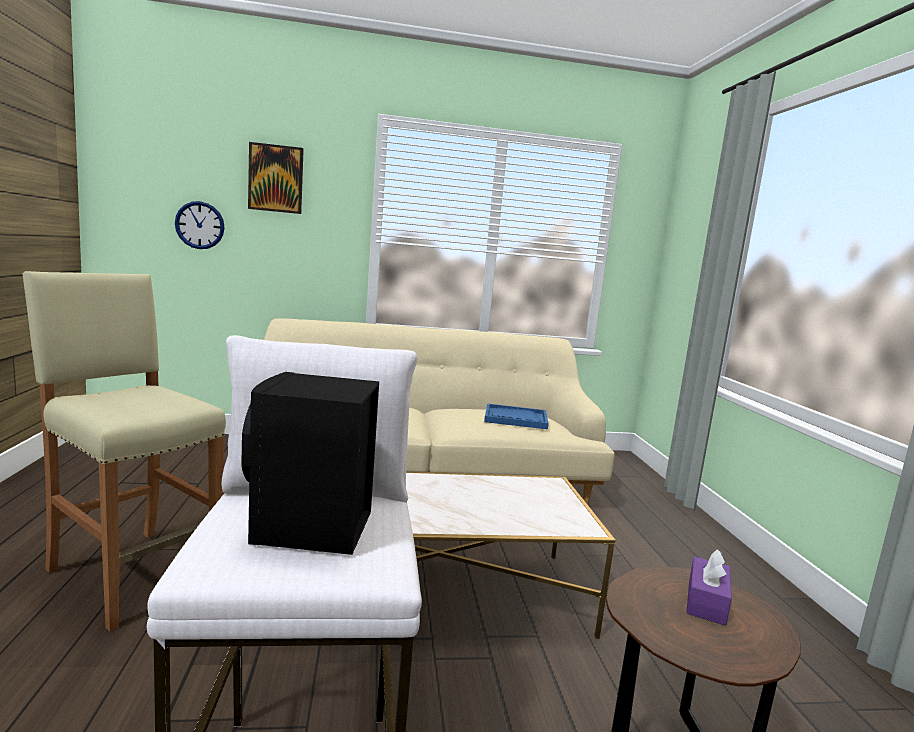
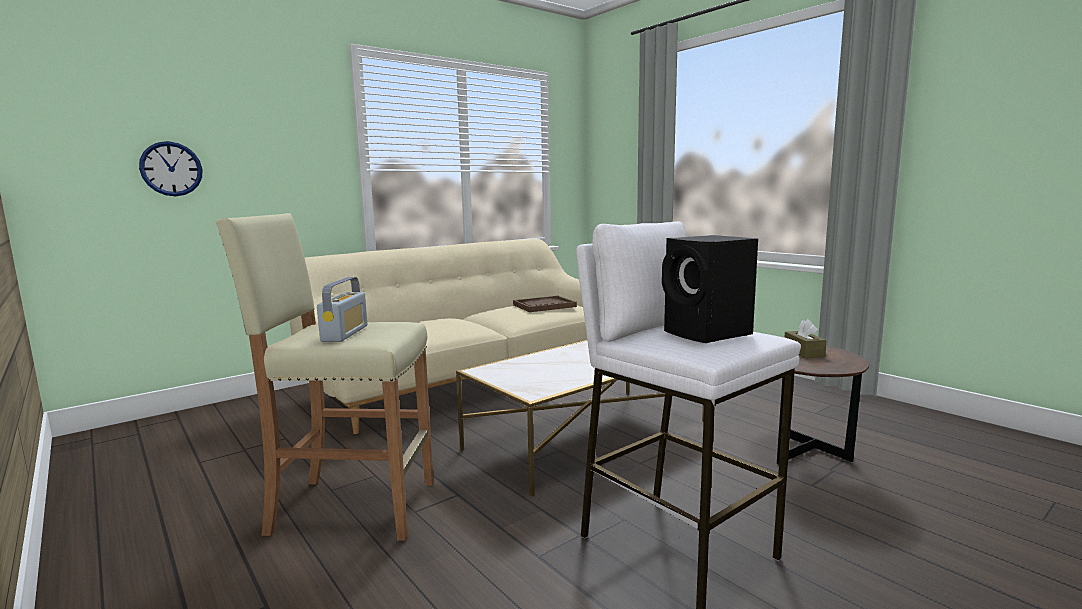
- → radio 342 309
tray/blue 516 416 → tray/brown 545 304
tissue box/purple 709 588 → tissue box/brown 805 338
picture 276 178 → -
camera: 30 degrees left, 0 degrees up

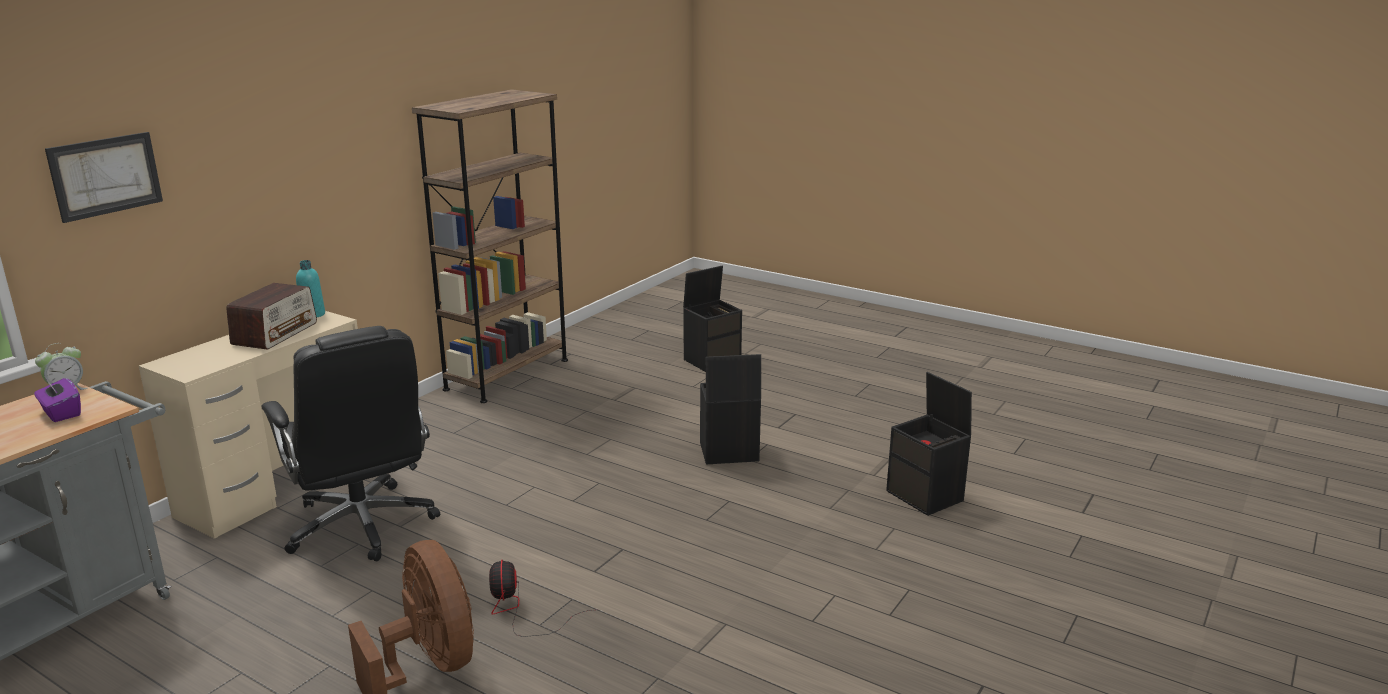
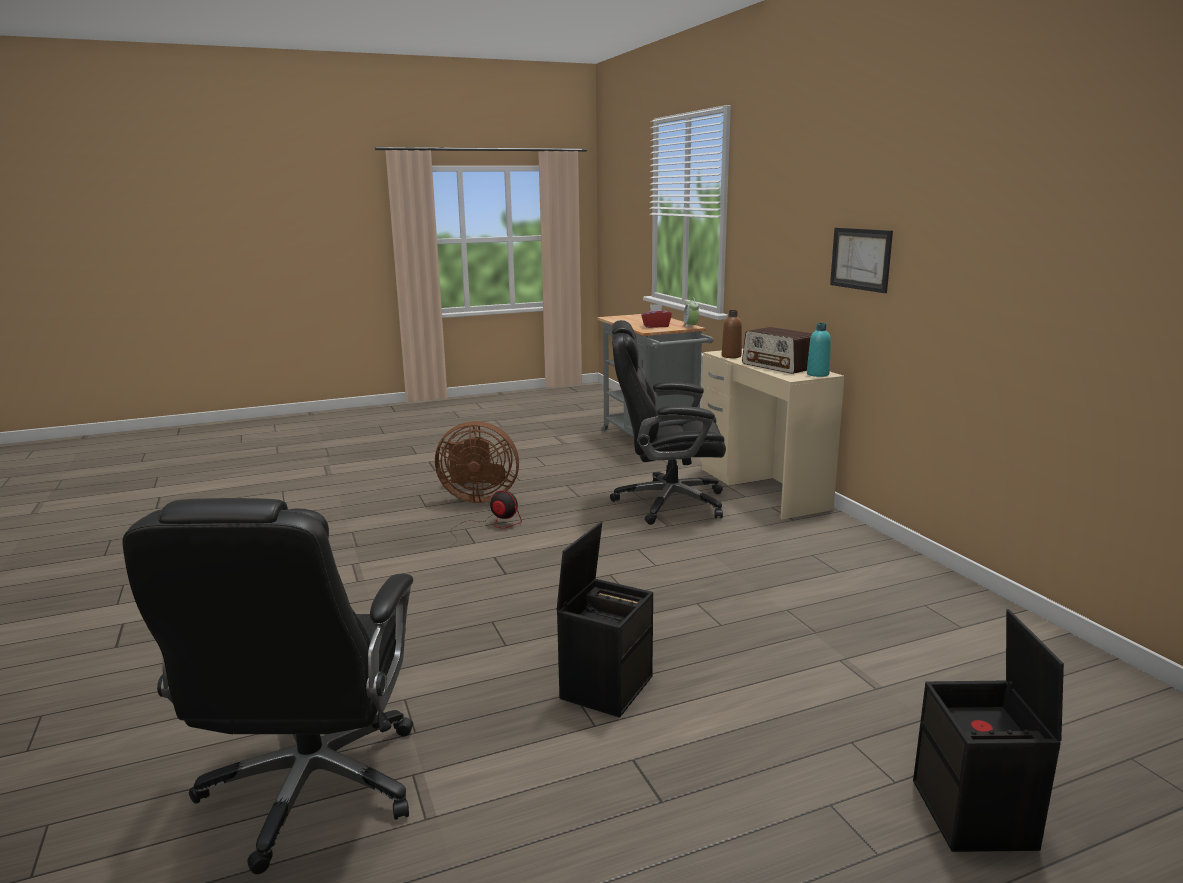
storage box/black 929 444 → office chair/black 267 686
tissue box/purple 57 399 → tissue box/red 656 316
- → bottle/brown 732 334
picture 104 177 → picture 861 260, relocated
bookcase/brown 490 246 → -
camera: 125 degrees right, 5 degrees down

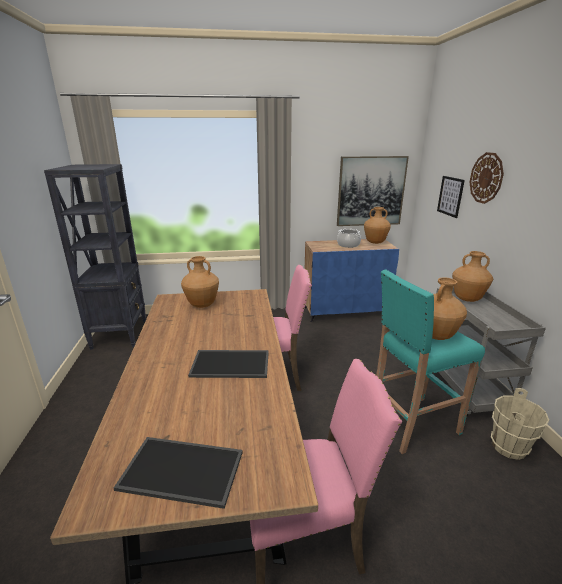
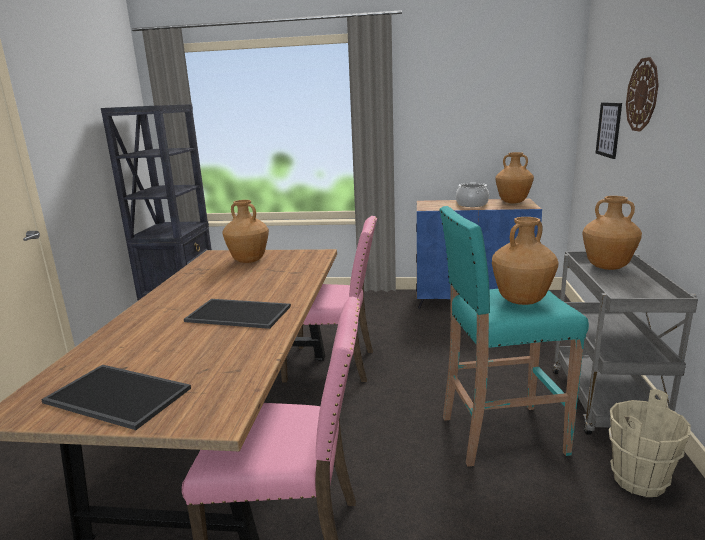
picture 373 191 → -
camera: 15 degrees right, 5 degrees down

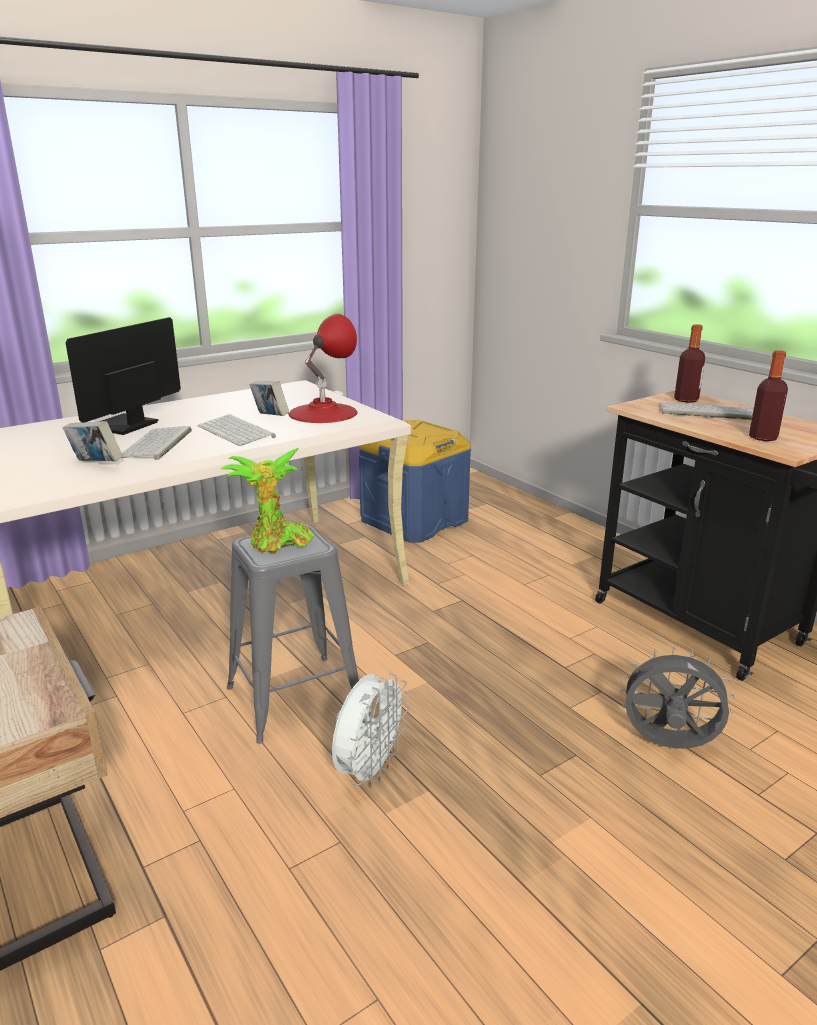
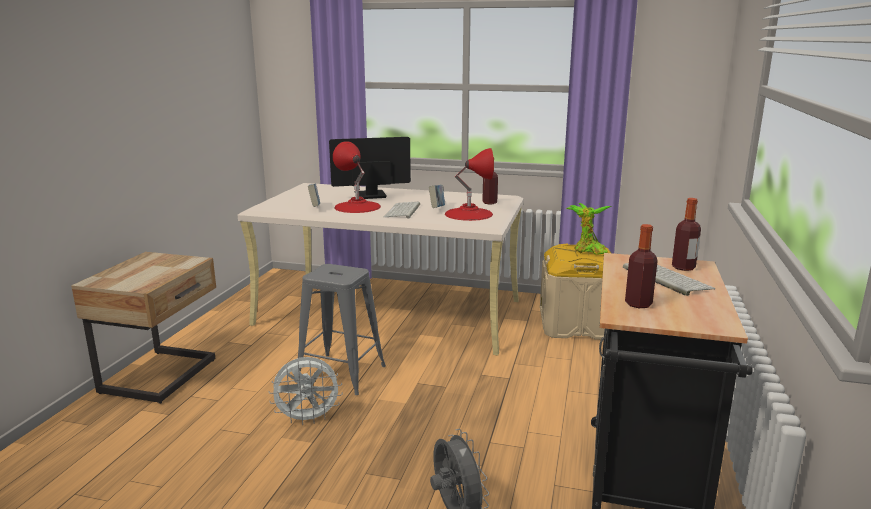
keyboard 157 443 → table lamp/red 357 177
- → bottle 490 180
storage box/blue 415 481 → storage box/beige 575 292
potted plant 267 501 → potted plant 589 229, relocated
camera: 50 degrees right, 5 degrees down

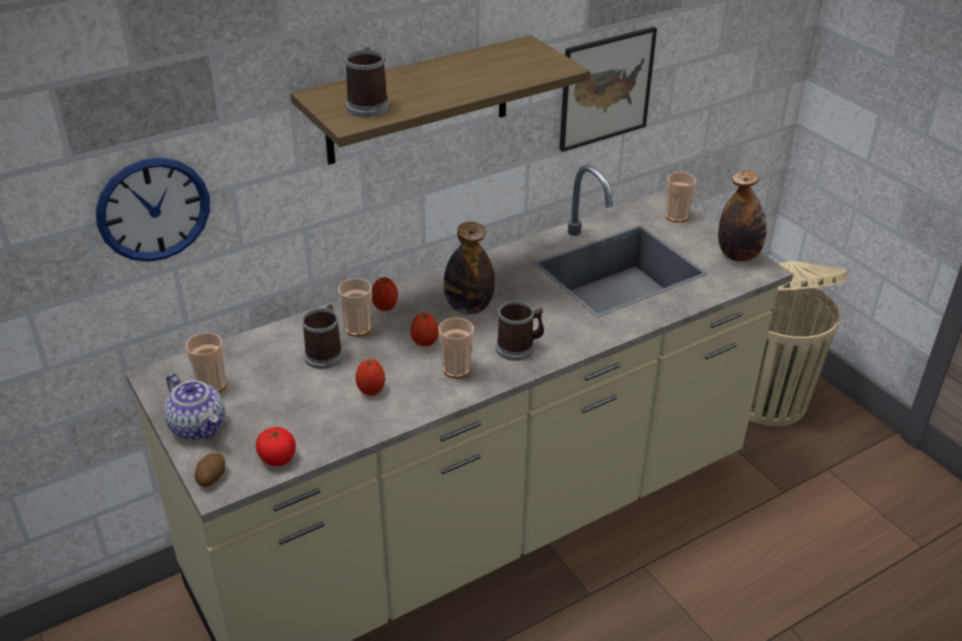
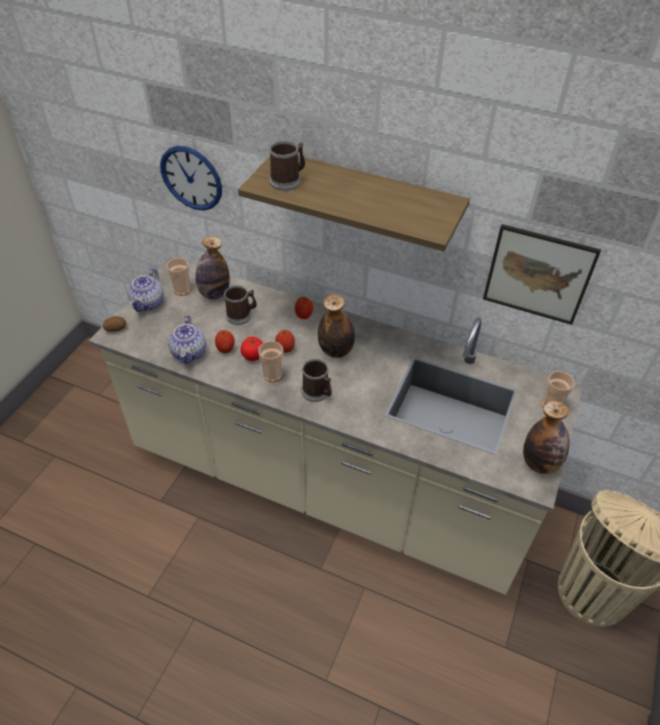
- → teapot 187 339
- → bottle 212 267
tomato 276 446 → tomato 252 349, relocated
cup 355 307 → -
camera: 55 degrees right, 10 degrees up

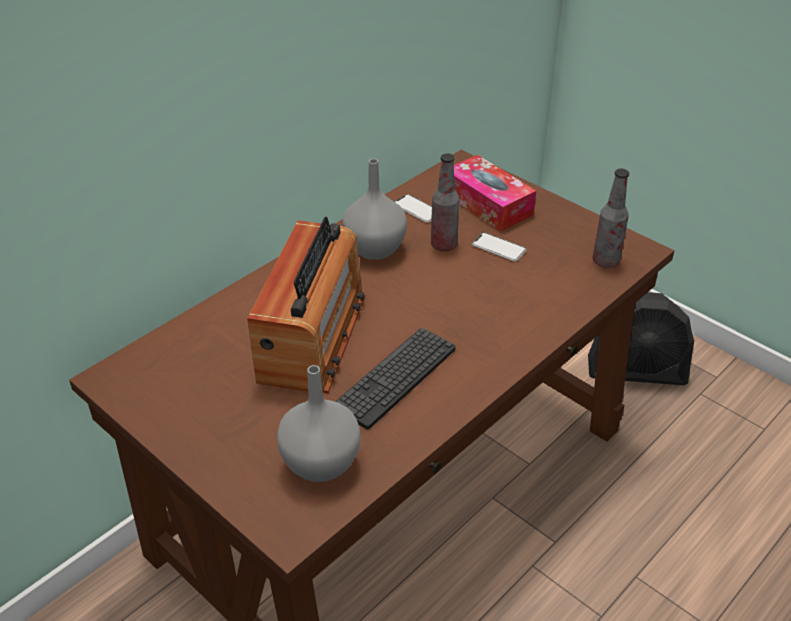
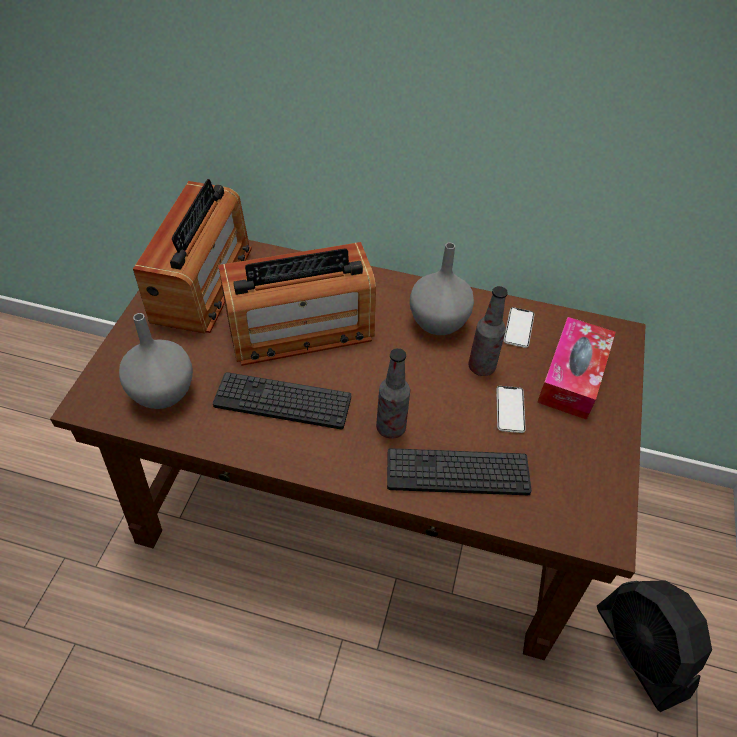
- → radio 192 256
bottle 611 218 → bottle 393 393, relocated
- → keyboard 459 471
camera: 60 degrees right, 10 degrees up

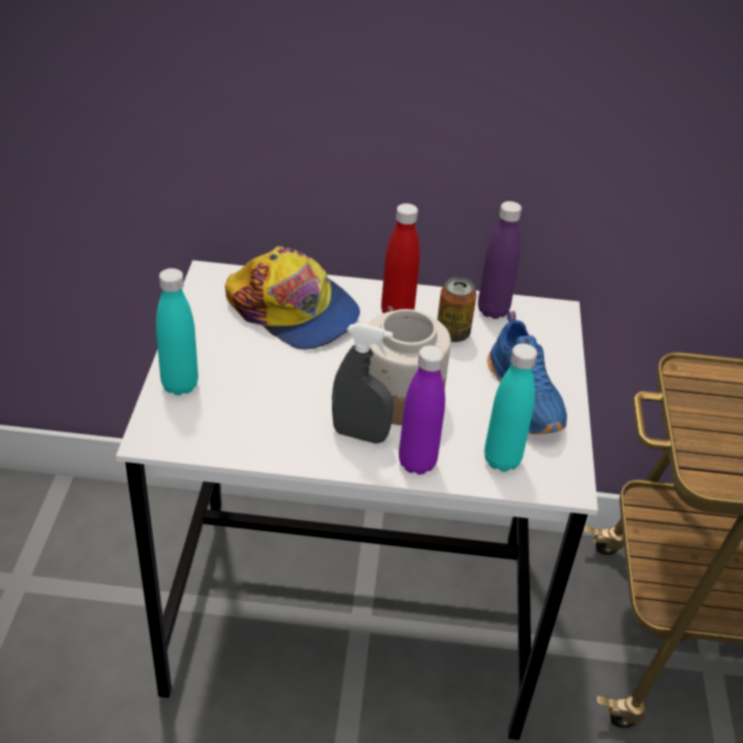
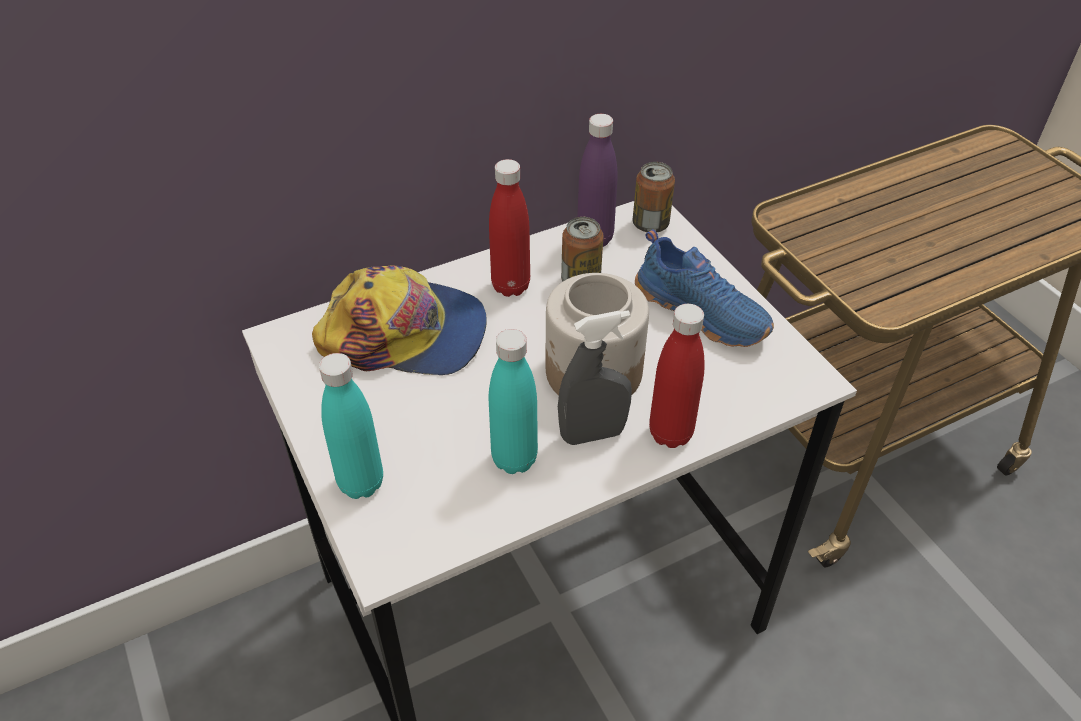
bottle/turquoise 510 407 → bottle/turquoise 513 401, relocated
- → can 653 197
bottle/purple 422 410 → bottle/red 676 376
camera: 30 degrees left, 5 degrees up

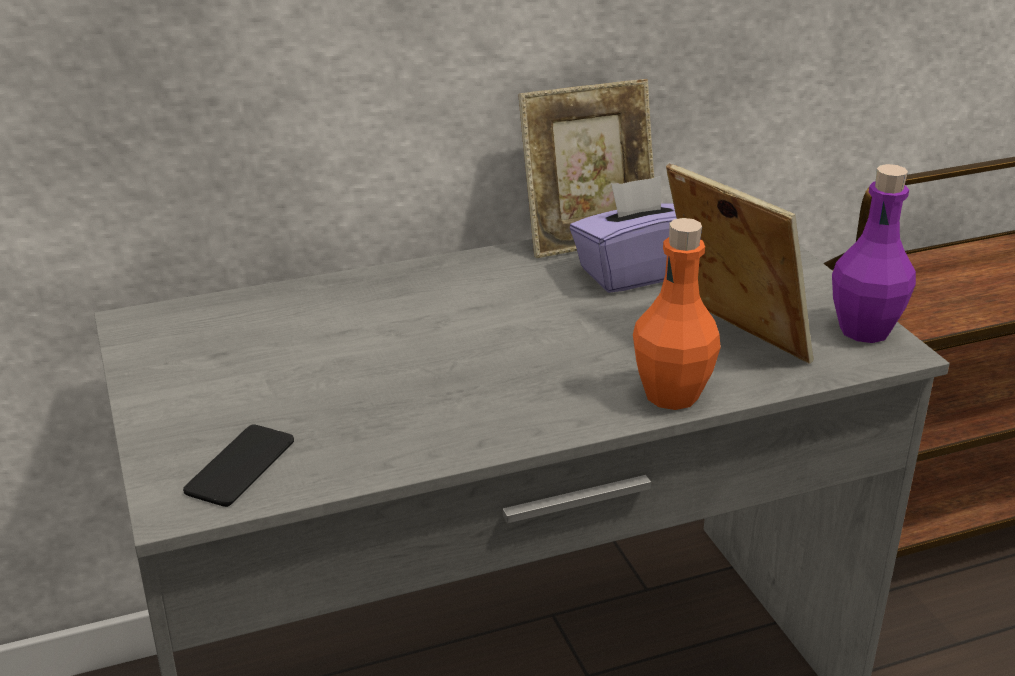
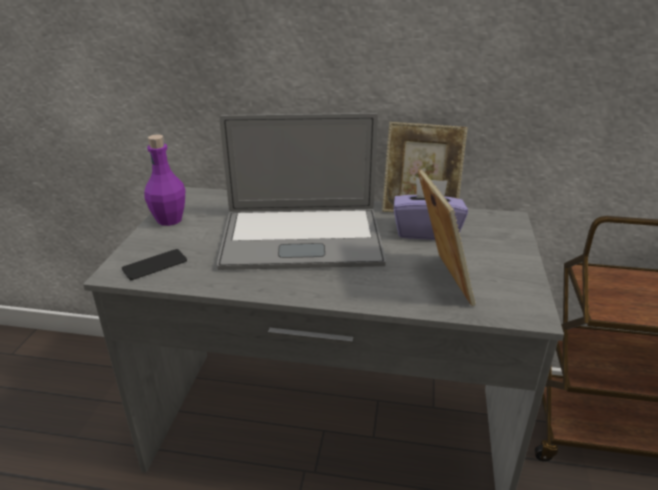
bottle/purple 874 253 → bottle/purple 164 180, relocated
- → laptop 301 191
bottle/orange 677 314 → -
camera: 30 degrees right, 0 degrees up

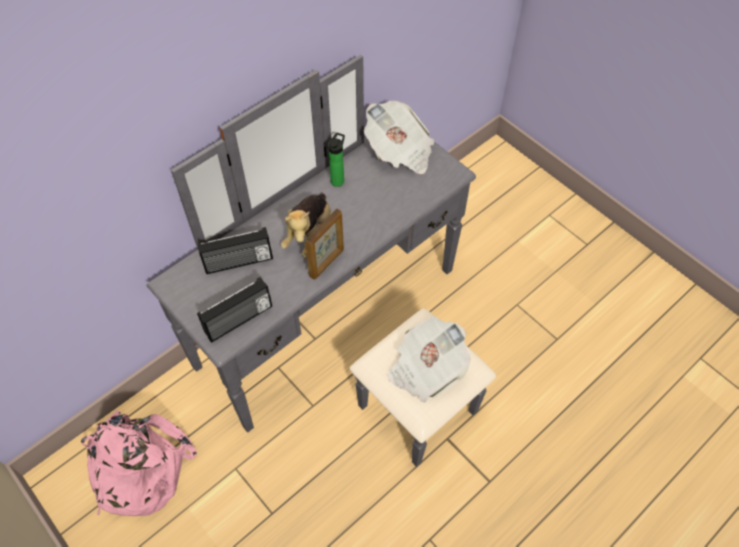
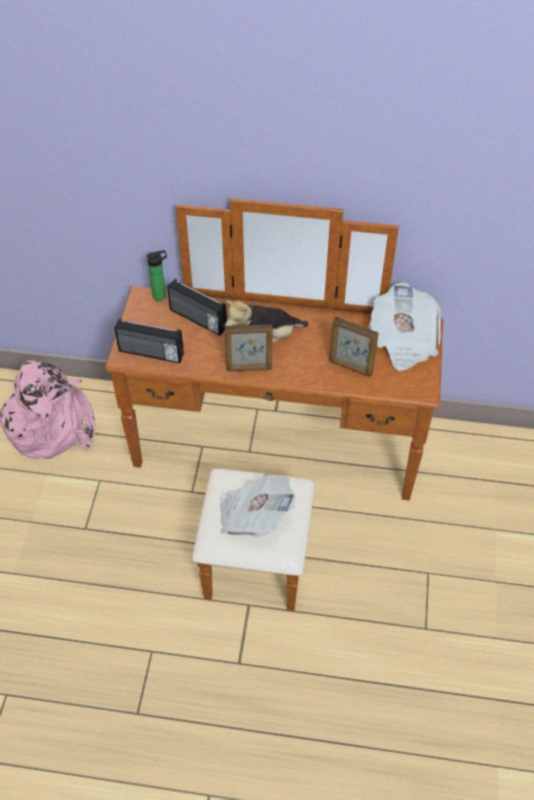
dresser/grey 321 260 → dresser/brown 274 404
bottle 336 160 → bottle 157 275, relocated
- → picture frame 354 347
camera: 50 degrees right, 5 degrees down

